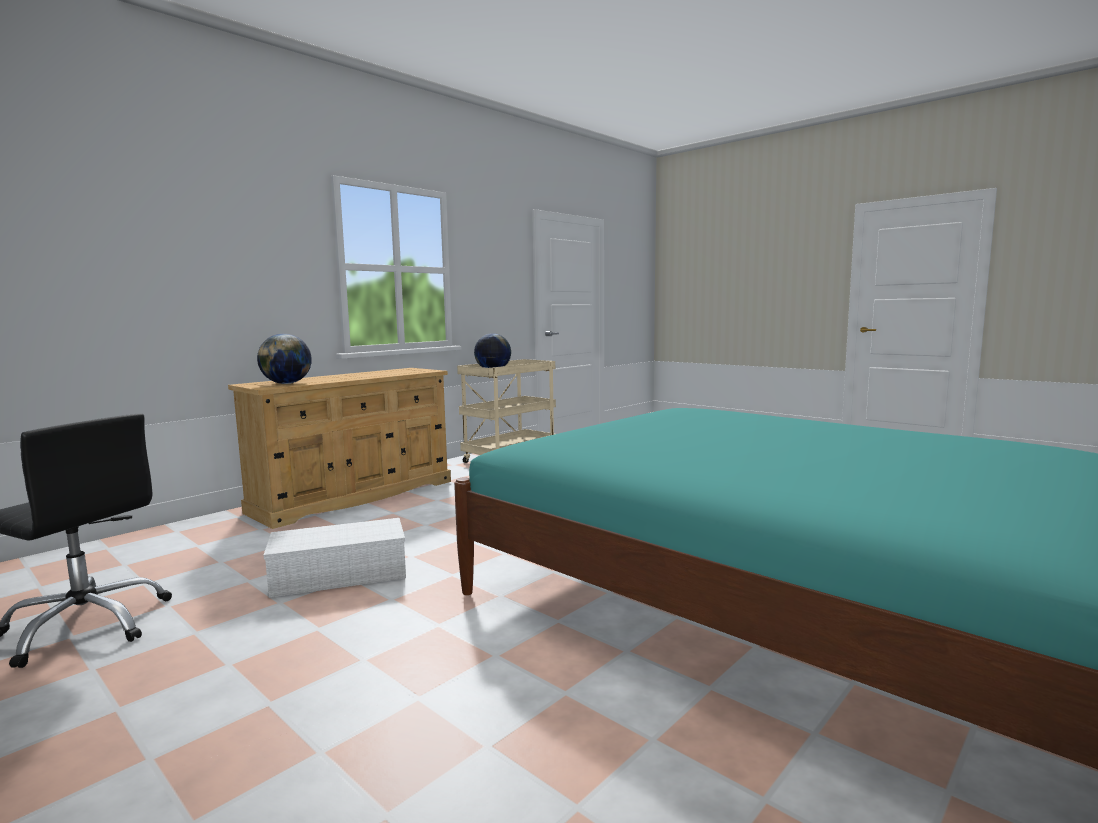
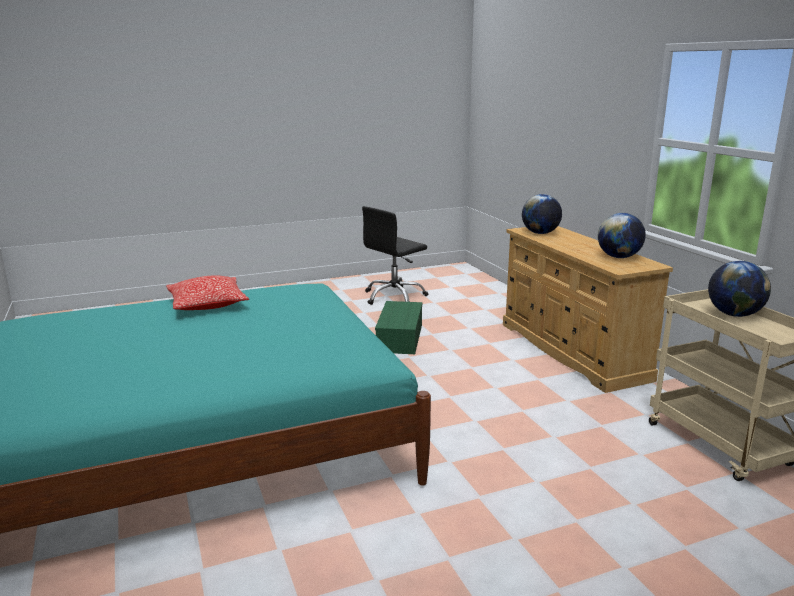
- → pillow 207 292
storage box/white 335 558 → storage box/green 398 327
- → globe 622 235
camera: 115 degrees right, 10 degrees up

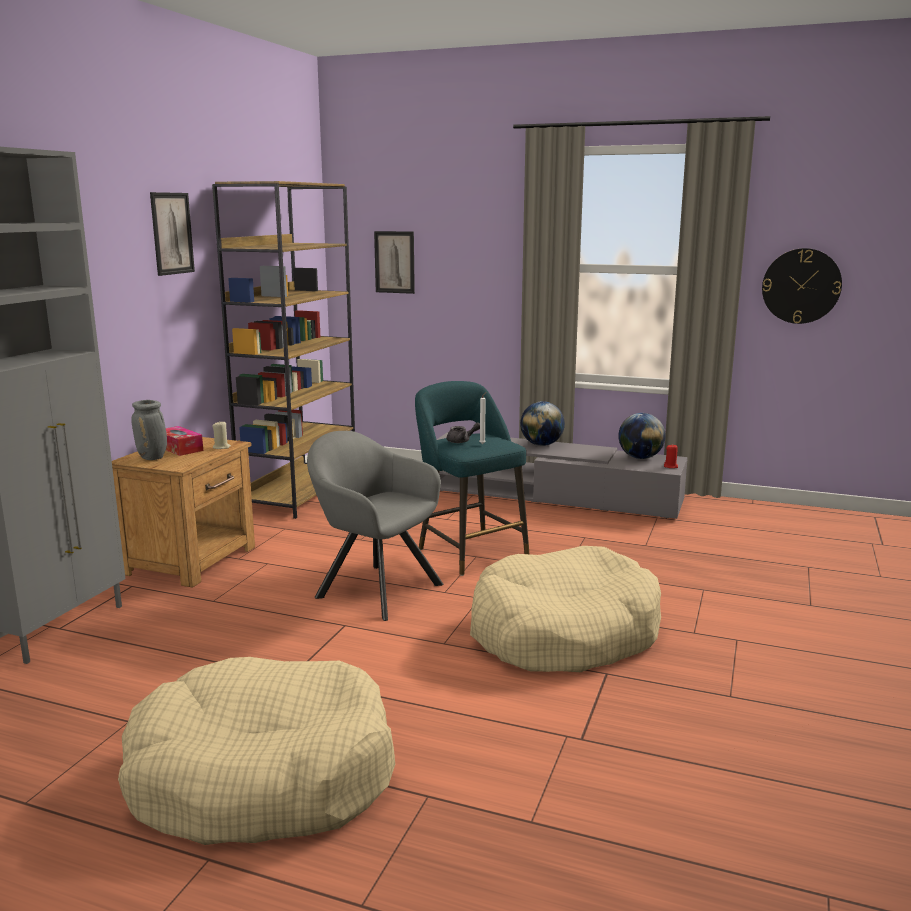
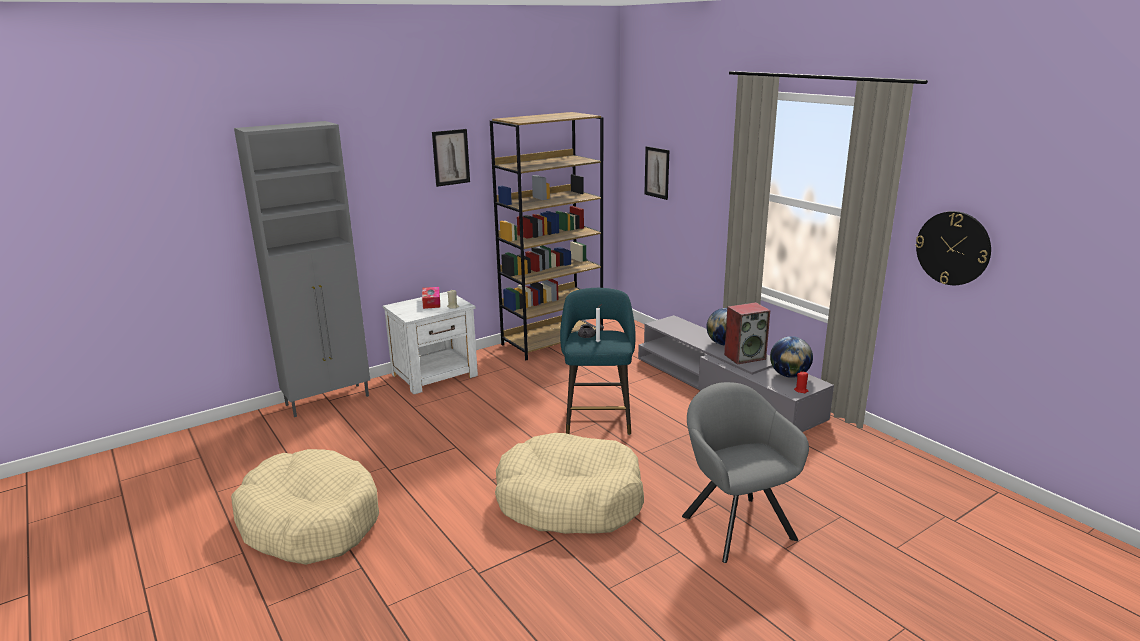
nightstand/brown 183 512 → nightstand/white 430 342
armchair/grey 375 526 → armchair/grey 745 472, relocated
- → speaker 747 333
vase/grey 149 430 → -
camera: 35 degrees right, 5 degrees up

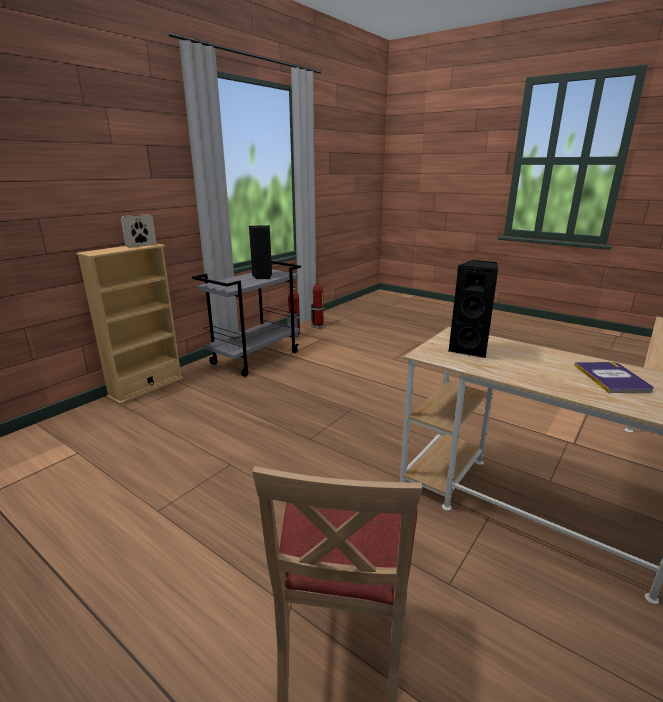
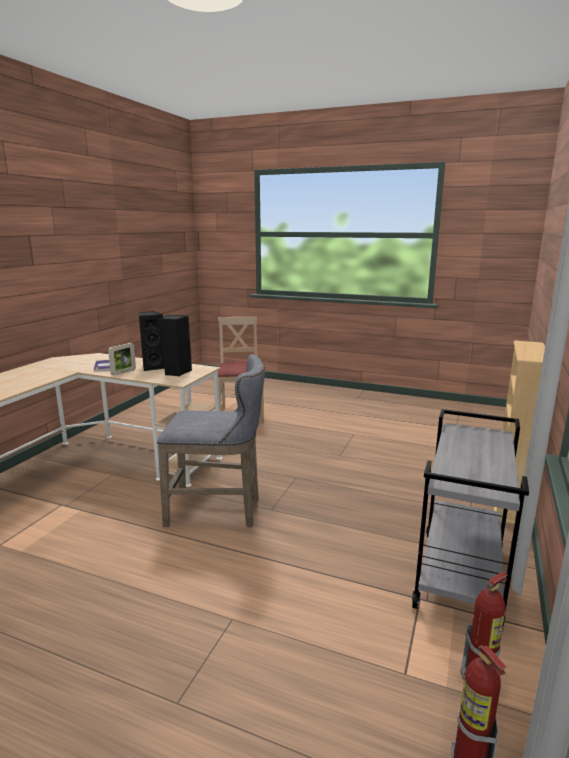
picture frame 138 230 → picture frame 122 359, relocated
speaker/black 260 252 → speaker/black 152 341, relocated
- → stool/grey 211 440
camera: 165 degrees right, 5 degrees down

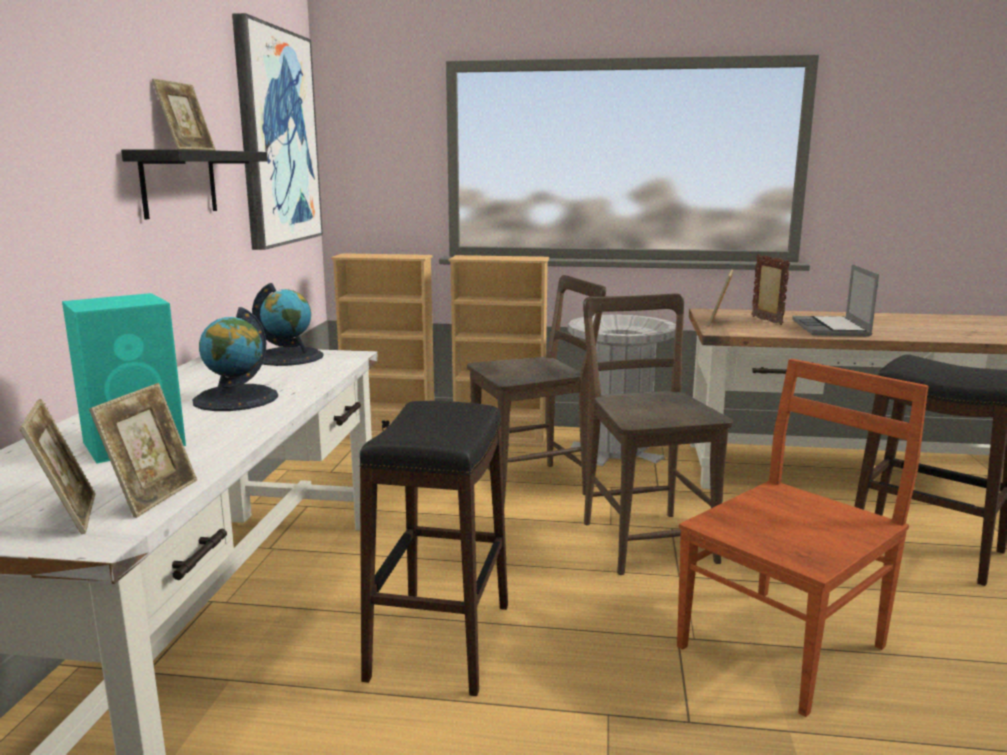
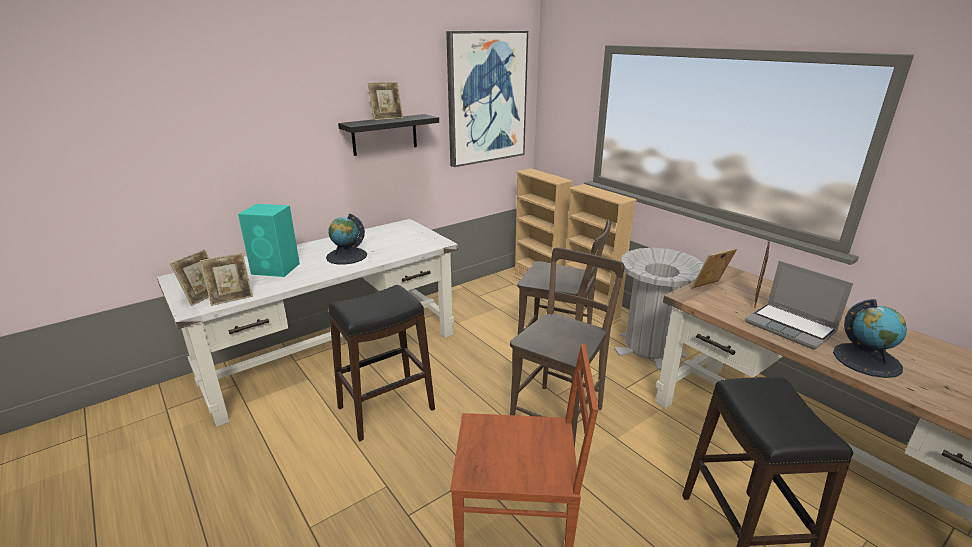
laptop 835 300 → laptop 799 305, 90 degrees counterclockwise
globe 288 324 → globe 870 338, relocated
camera: 45 degrees right, 10 degrees up

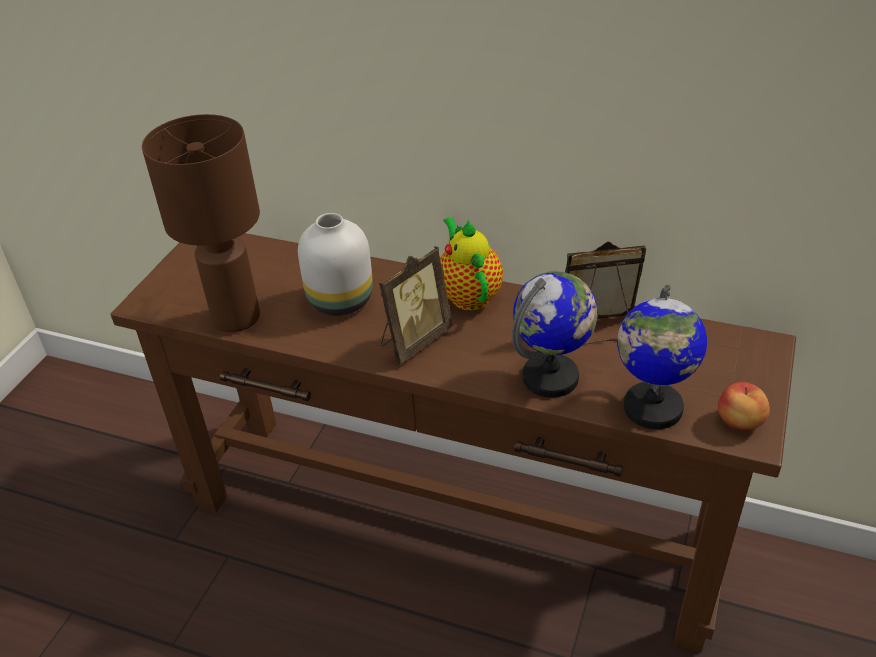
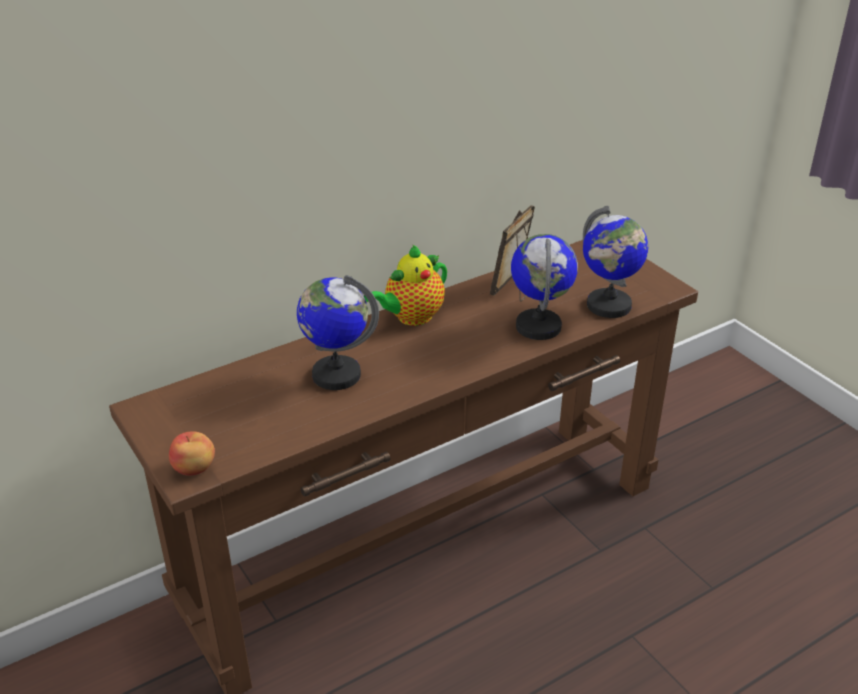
apple 744 406 → apple 192 453, relocated
vase/white 335 264 → globe 338 332
teapot 471 264 → teapot 405 285, 60 degrees counterclockwise
table lamp/brown 201 223 → -
picture frame 415 305 → -
camera: 55 degrees left, 5 degrees down

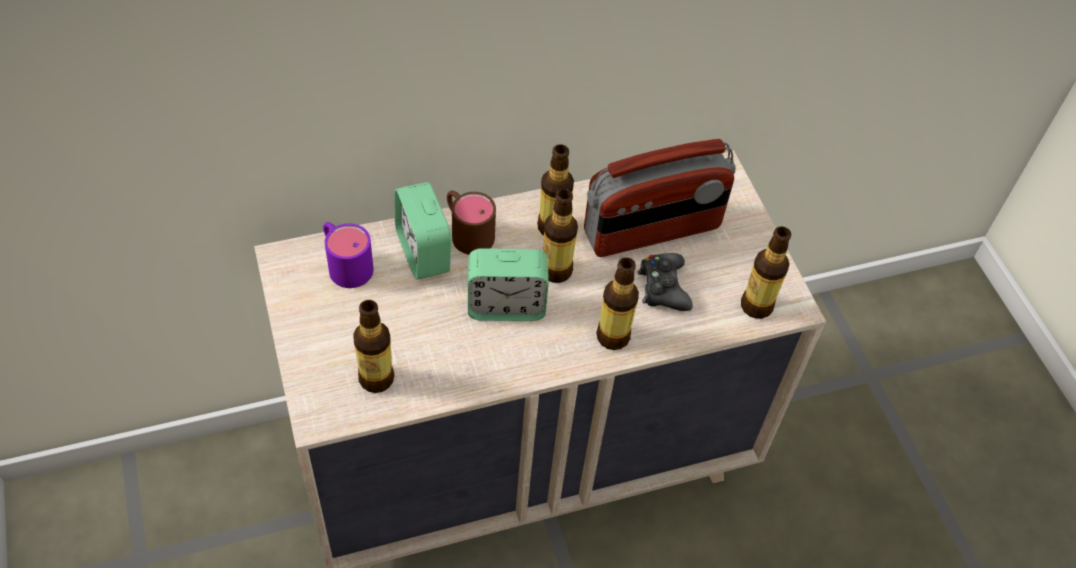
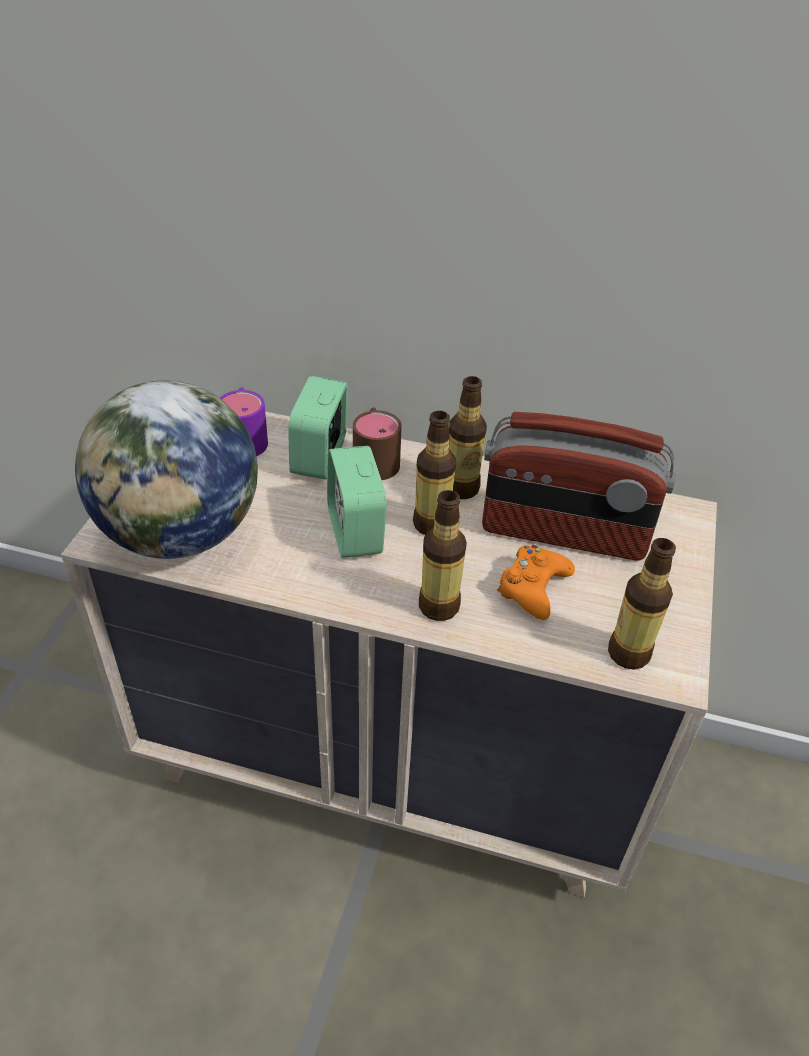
bottle 373 346 → globe 166 469
alarm clock 508 284 → alarm clock 357 502, 45 degrees clockwise
game controller/black 665 282 → game controller/orange 536 582
camera: 35 degrees right, 10 degrees down

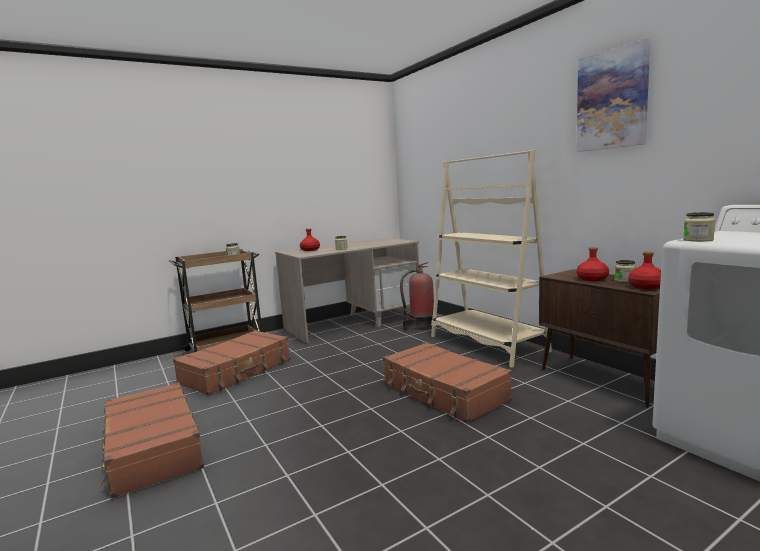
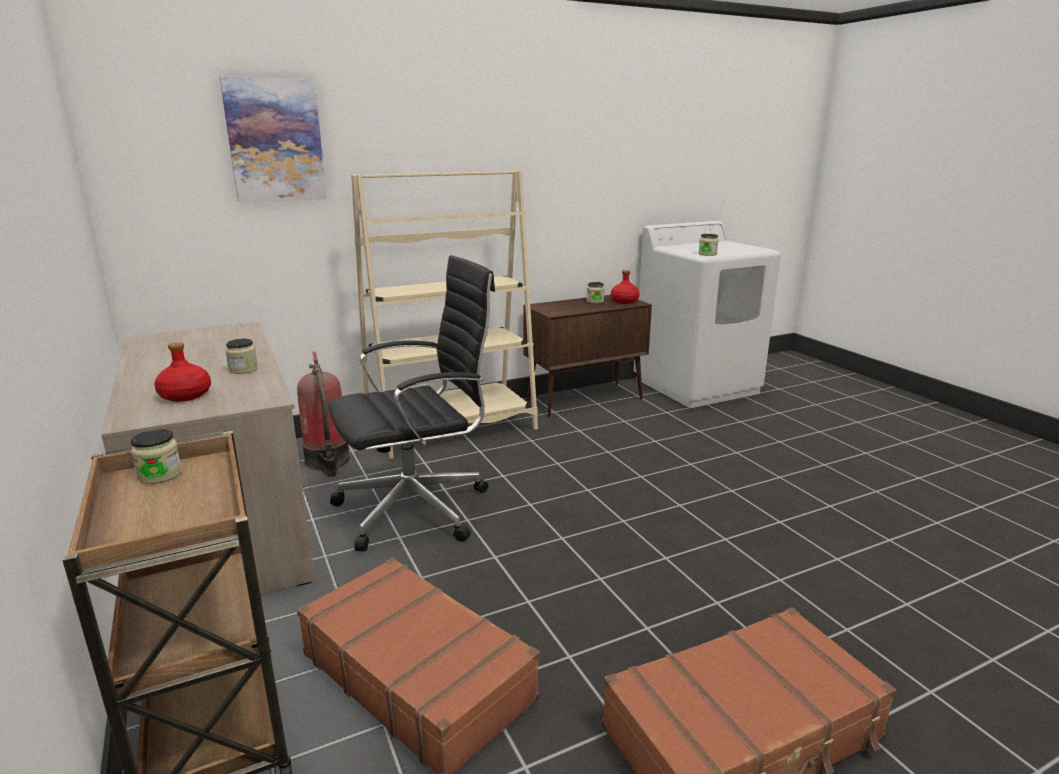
picture 613 95 → picture 273 139, relocated
- → office chair/black 411 403
suitcase/brown 447 382 → -
bottle/red 592 264 → -
camera: 85 degrees left, 10 degrees up

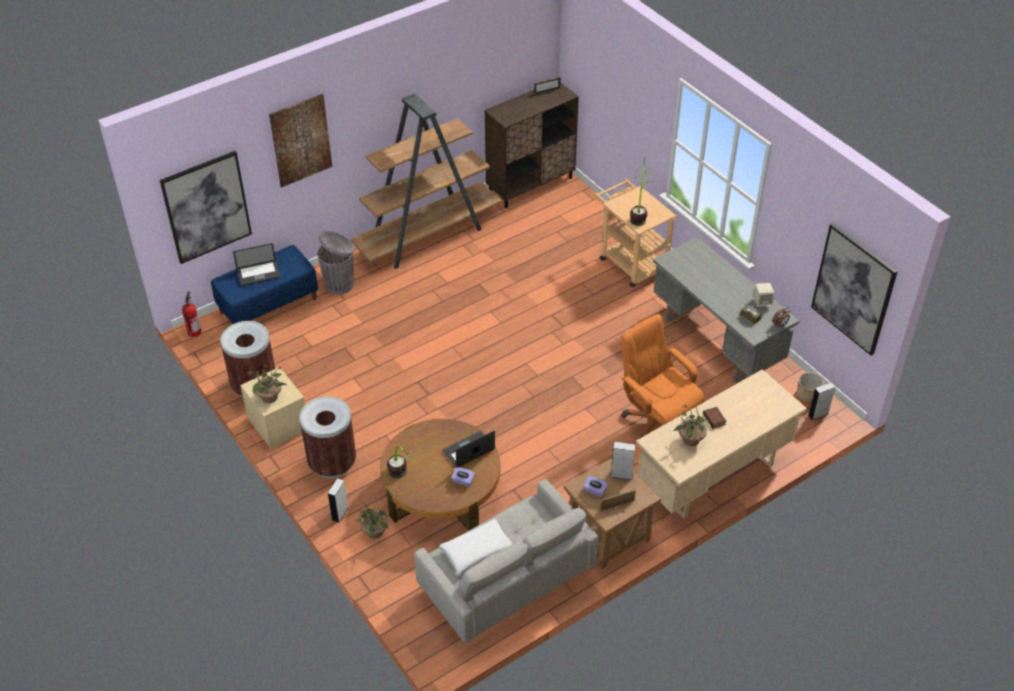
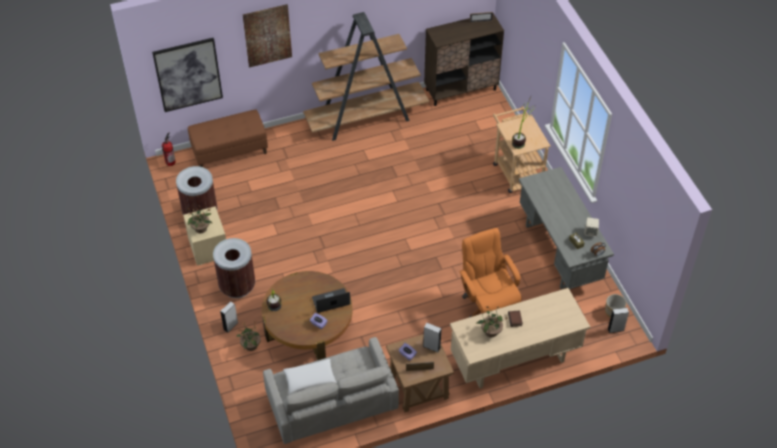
bench/blue 264 284 → bench/brown 228 138
laptop 256 264 → -
trash can/grey 335 263 → -
picture 854 289 → -
camera: 15 degrees right, 5 degrees up

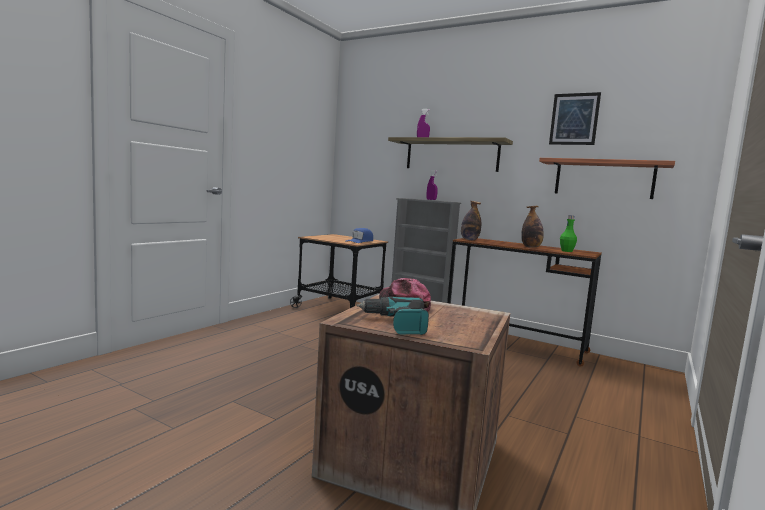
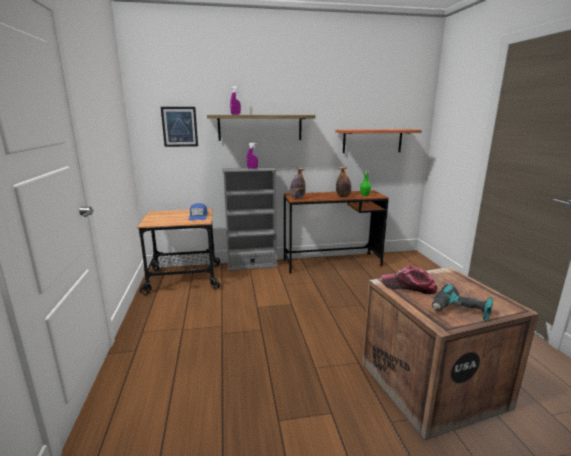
picture 575 118 → picture 179 127, relocated
camera: 40 degrees left, 10 degrees up

